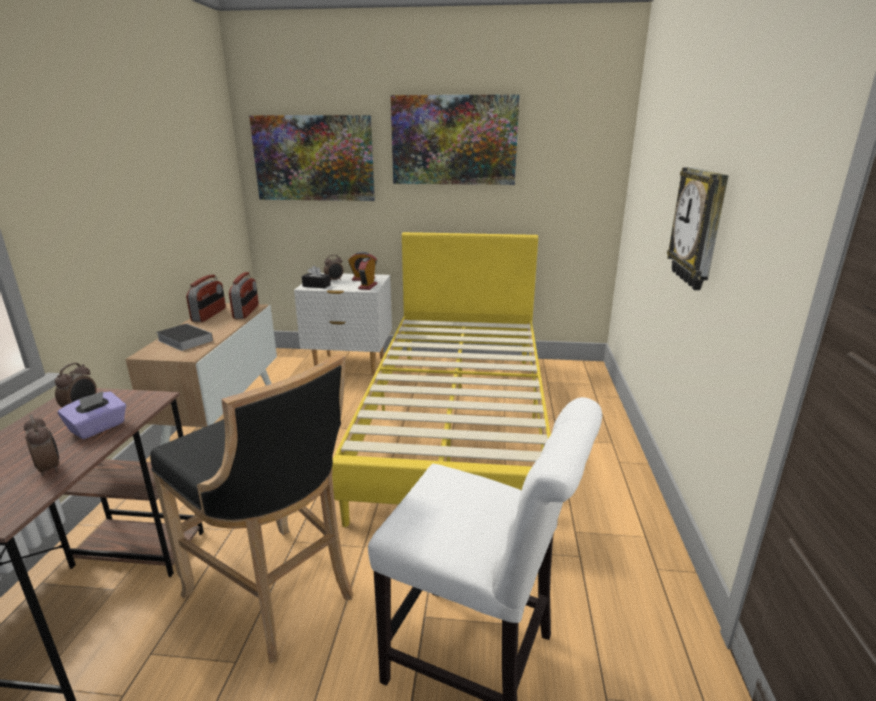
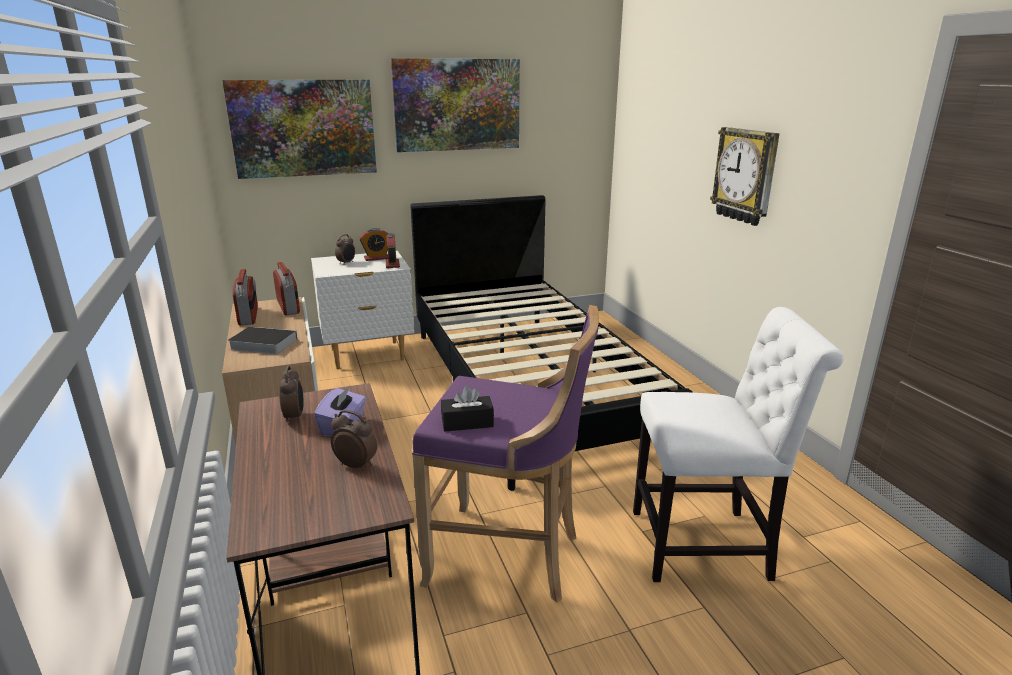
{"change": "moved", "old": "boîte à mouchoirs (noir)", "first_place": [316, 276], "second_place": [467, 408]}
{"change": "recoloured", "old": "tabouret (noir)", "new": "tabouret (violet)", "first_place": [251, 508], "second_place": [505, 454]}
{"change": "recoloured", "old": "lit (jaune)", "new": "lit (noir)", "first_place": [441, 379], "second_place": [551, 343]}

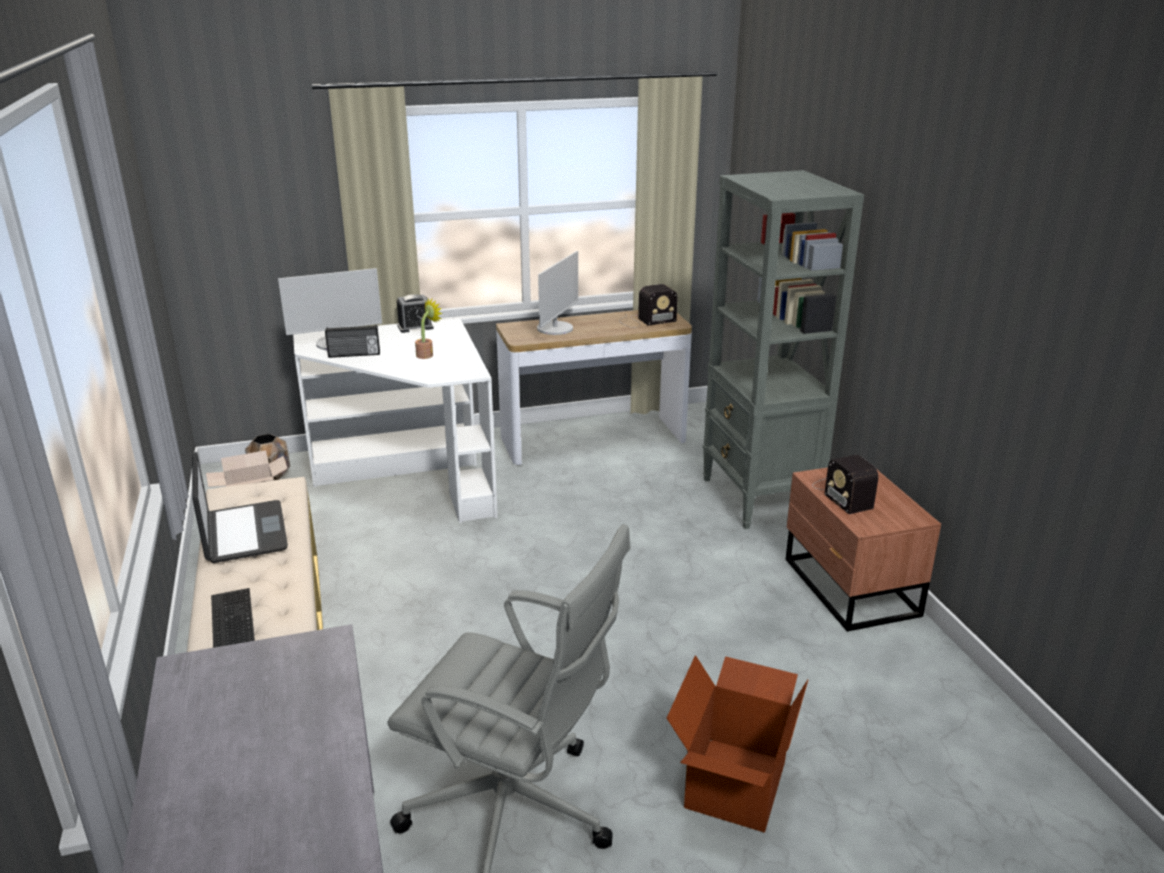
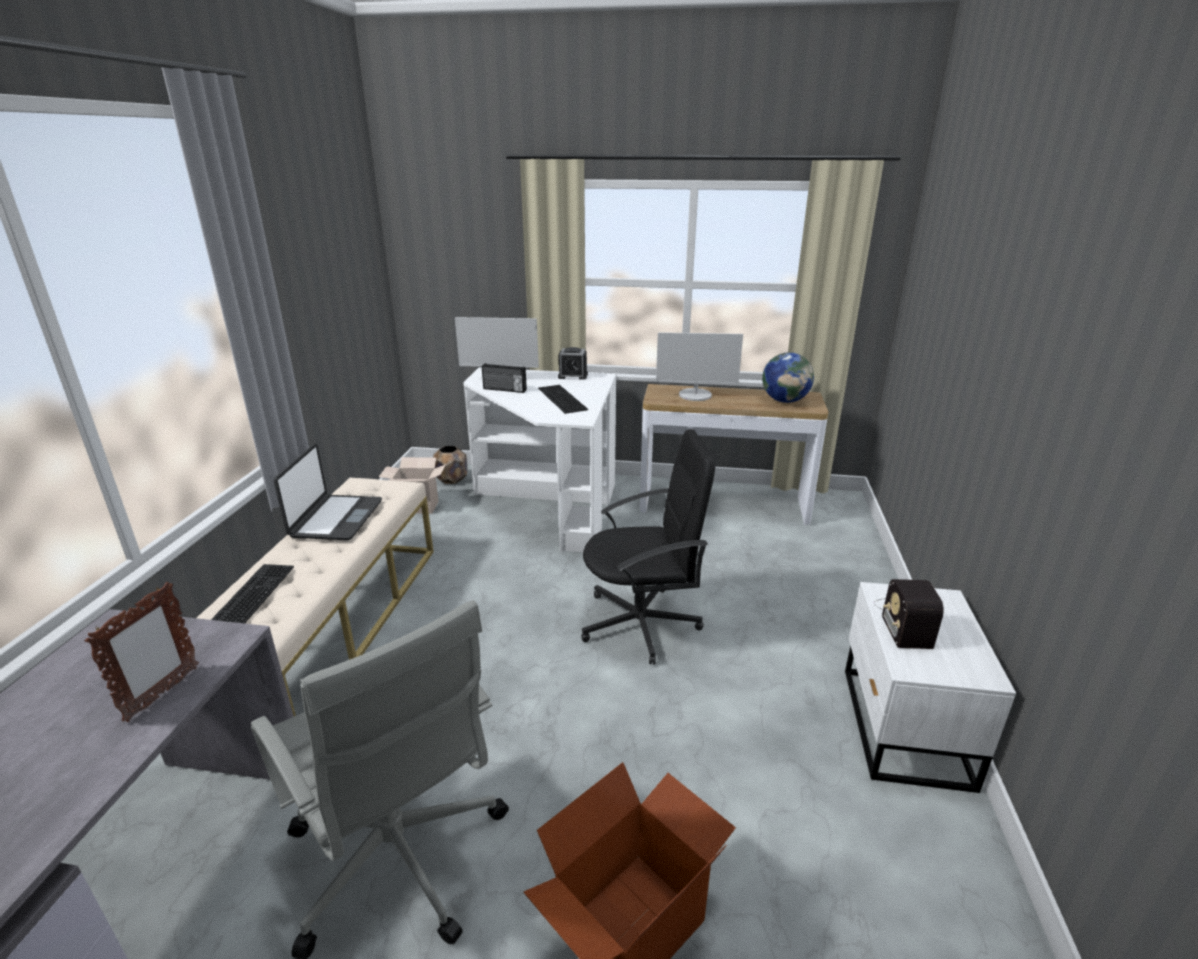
{"change": "removed", "old": "bibliothèque (gris)", "first_place": [783, 349]}
{"change": "added", "new": "cadre photo", "second_place": [142, 652]}
{"change": "added", "new": "chaise de bureau (noir)", "second_place": [648, 547]}
{"change": "replaced", "old": "plante en pot", "new": "clavier", "first_place": [429, 328], "second_place": [563, 399]}
{"change": "replaced", "old": "radio", "new": "globe", "first_place": [648, 306], "second_place": [788, 377]}
{"change": "recoloured", "old": "table de chevet (marron)", "new": "table de chevet (blanc)", "first_place": [863, 549], "second_place": [930, 687]}
{"change": "turned", "old": "écran d'ordinateur", "first_place": [557, 293], "second_place": [699, 366], "degrees": 45}

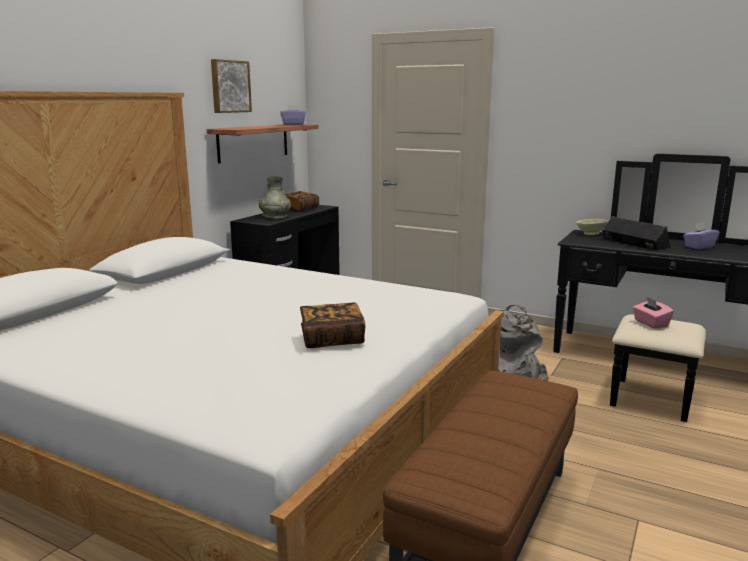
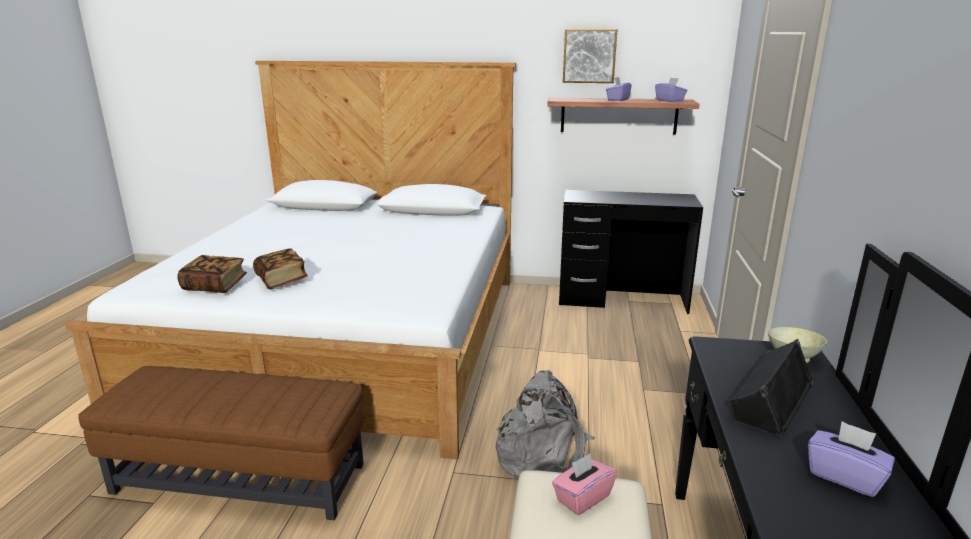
{"change": "removed", "old": "vase (gris)", "first_place": [275, 197]}
{"change": "added", "new": "boîte à mouchoirs (violet)", "second_place": [619, 89]}
{"change": "moved", "old": "livre", "first_place": [302, 201], "second_place": [212, 274]}

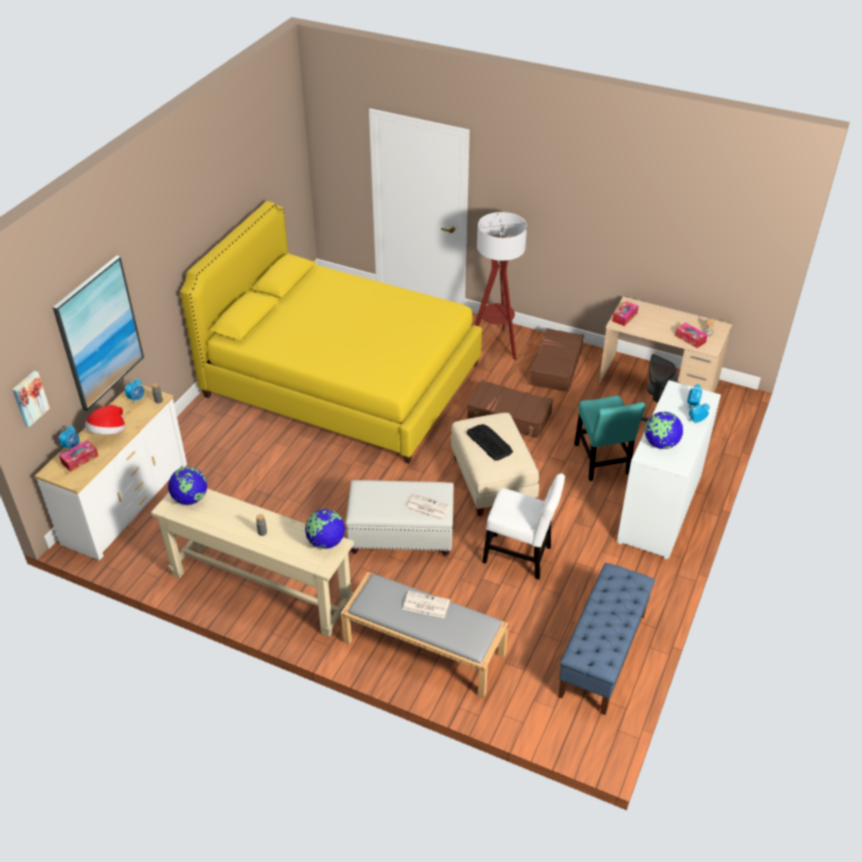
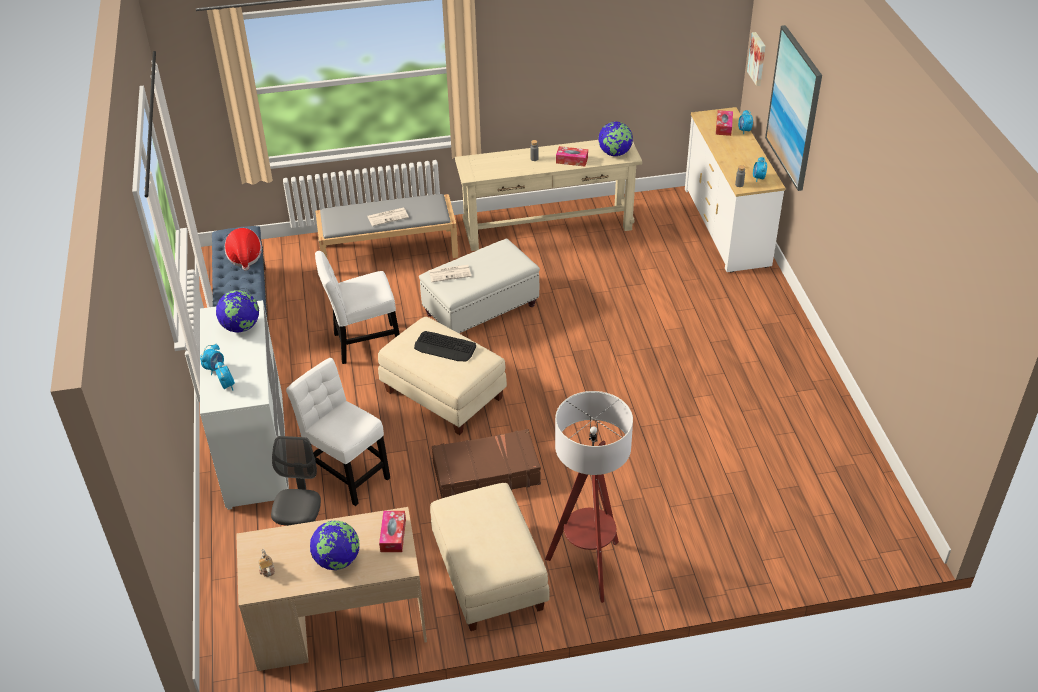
{"change": "removed", "old": "lit (jaune)", "first_place": [331, 332]}
{"change": "moved", "old": "chapeau", "first_place": [105, 420], "second_place": [243, 249]}
{"change": "moved", "old": "globe", "first_place": [325, 529], "second_place": [335, 545]}
{"change": "moved", "old": "boîte à mouchoirs", "first_place": [691, 335], "second_place": [572, 156]}
{"change": "replaced", "old": "valise (marron)", "new": "pouf (beige)", "first_place": [556, 360], "second_place": [490, 557]}
{"change": "recoloured", "old": "chaise (turquoise)", "new": "chaise (blanc)", "first_place": [610, 438], "second_place": [338, 432]}

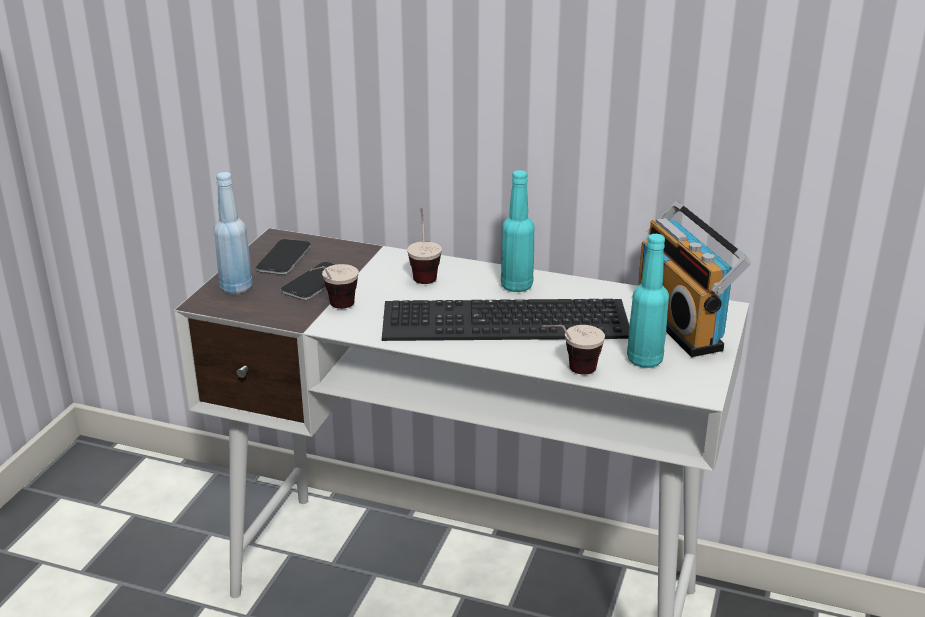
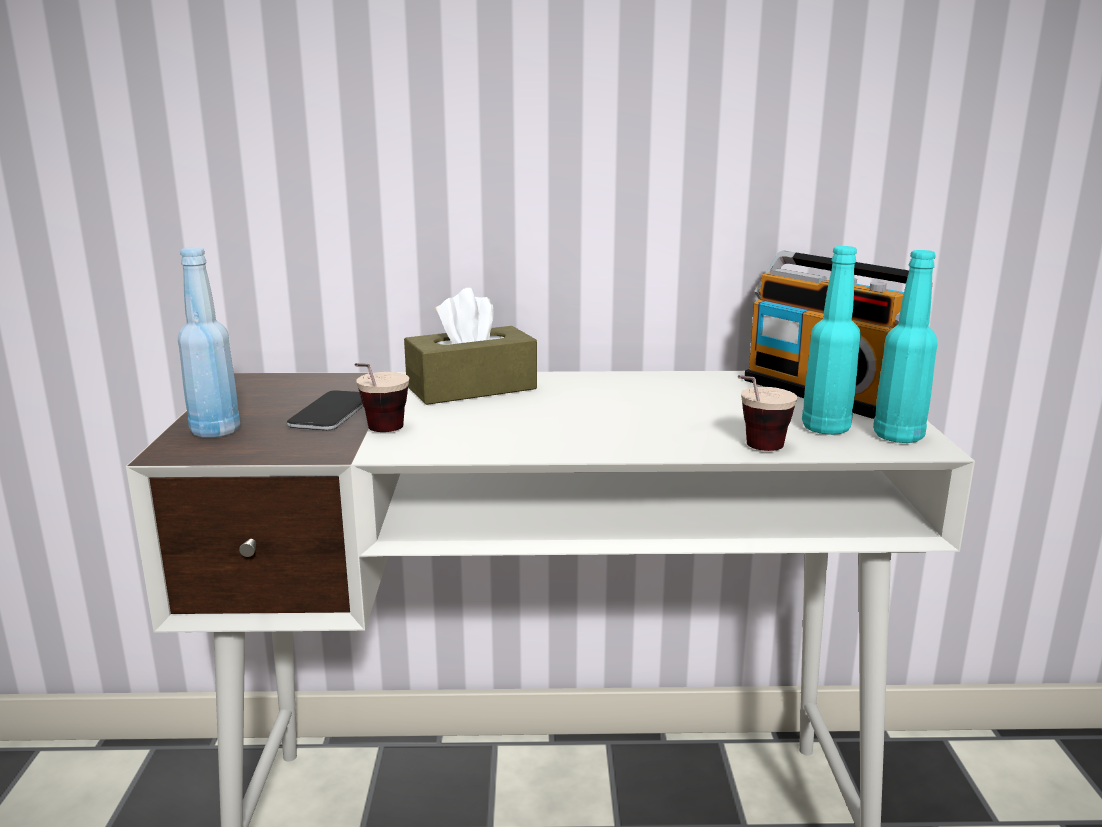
{"change": "removed", "old": "téléphone", "first_place": [283, 257]}
{"change": "removed", "old": "clavier", "first_place": [505, 320]}
{"change": "moved", "old": "bouteille (turquoise)", "first_place": [518, 231], "second_place": [905, 346]}
{"change": "replaced", "old": "tasse", "new": "boîte à mouchoirs (marron)", "first_place": [424, 246], "second_place": [470, 346]}

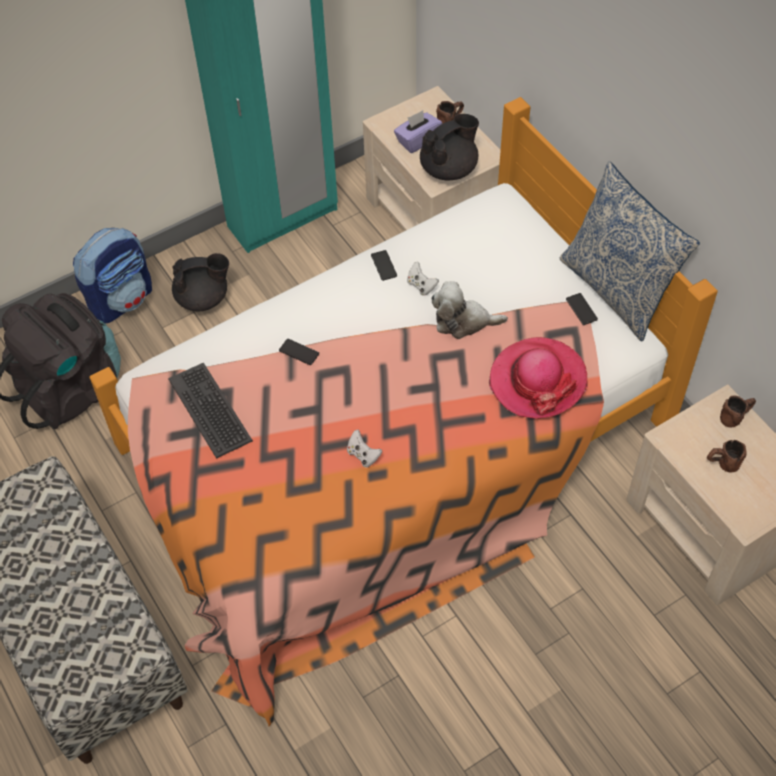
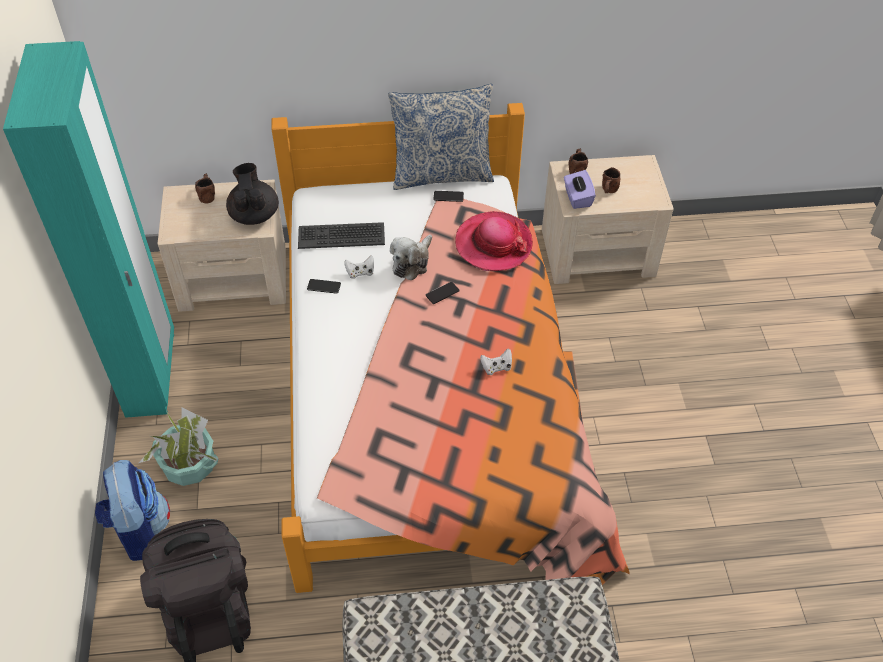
{"change": "moved", "old": "clavier", "first_place": [210, 411], "second_place": [341, 235]}
{"change": "moved", "old": "téléphone", "first_place": [299, 351], "second_place": [443, 293]}
{"change": "moved", "old": "boîte à mouchoirs (violet)", "first_place": [418, 131], "second_place": [580, 189]}
{"change": "replaced", "old": "théière (noir)", "new": "plante en pot", "first_place": [200, 282], "second_place": [178, 446]}

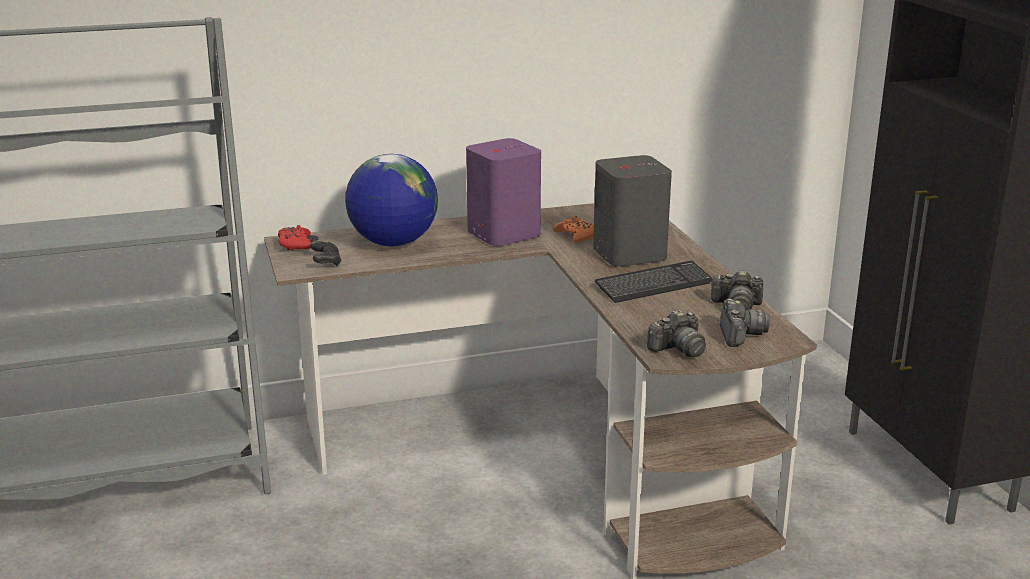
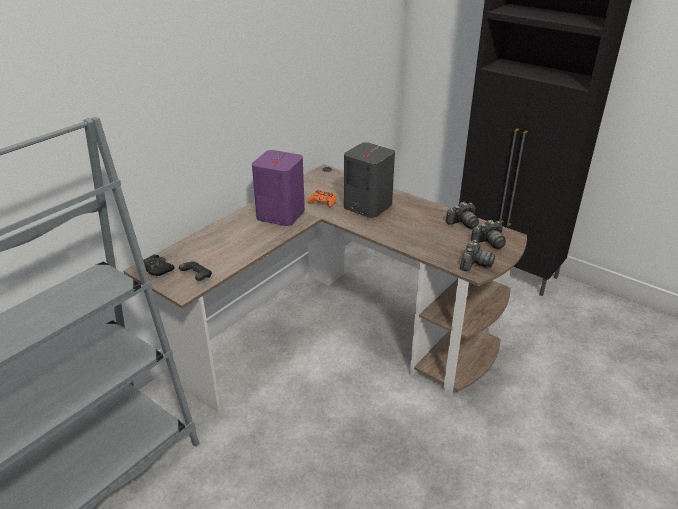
{"change": "removed", "old": "globe", "first_place": [391, 200]}
{"change": "removed", "old": "clavier", "first_place": [654, 282]}
{"change": "recoloured", "old": "manette (rouge)", "new": "manette (noir)", "first_place": [294, 238], "second_place": [159, 265]}
{"change": "turned", "old": "appareil photo", "first_place": [745, 322], "second_place": [488, 234], "degrees": 105}

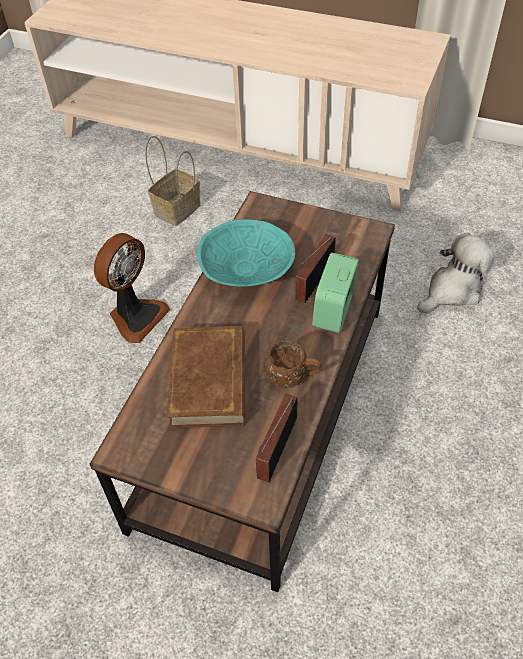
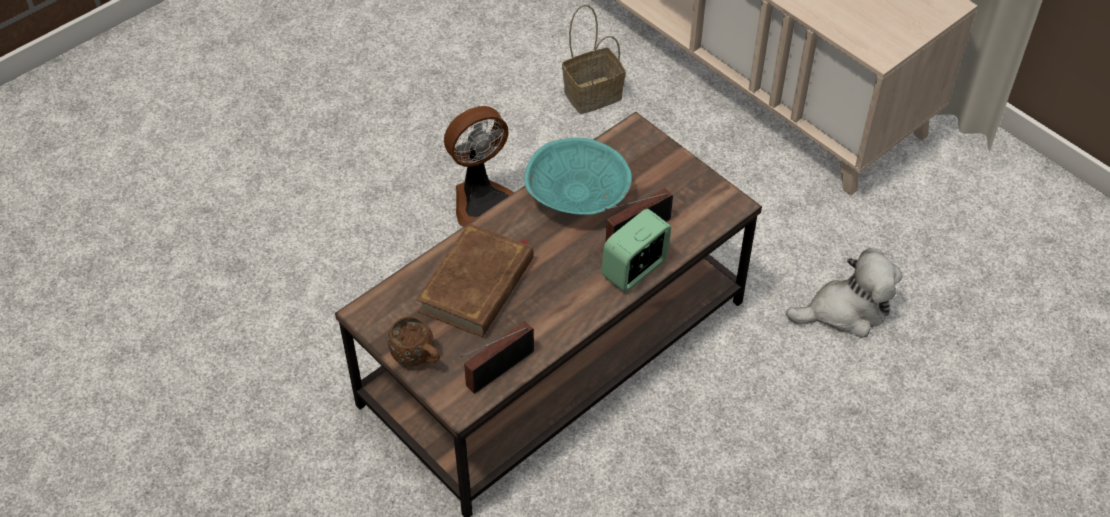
{"change": "moved", "old": "mug (marron)", "first_place": [293, 364], "second_place": [414, 341]}

